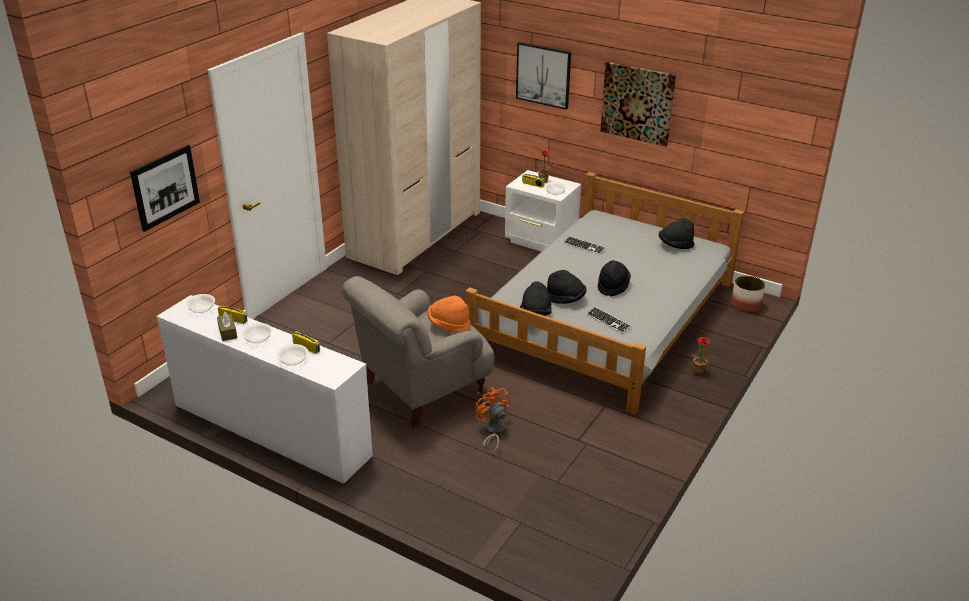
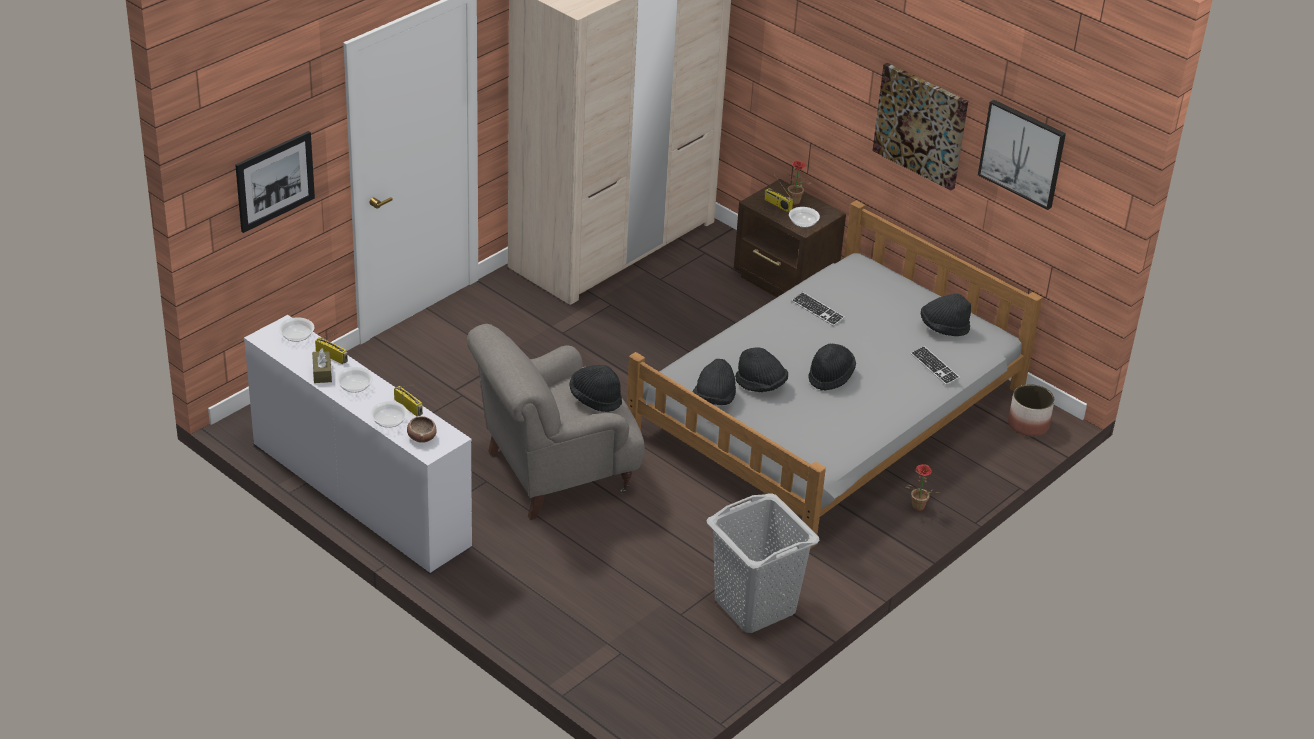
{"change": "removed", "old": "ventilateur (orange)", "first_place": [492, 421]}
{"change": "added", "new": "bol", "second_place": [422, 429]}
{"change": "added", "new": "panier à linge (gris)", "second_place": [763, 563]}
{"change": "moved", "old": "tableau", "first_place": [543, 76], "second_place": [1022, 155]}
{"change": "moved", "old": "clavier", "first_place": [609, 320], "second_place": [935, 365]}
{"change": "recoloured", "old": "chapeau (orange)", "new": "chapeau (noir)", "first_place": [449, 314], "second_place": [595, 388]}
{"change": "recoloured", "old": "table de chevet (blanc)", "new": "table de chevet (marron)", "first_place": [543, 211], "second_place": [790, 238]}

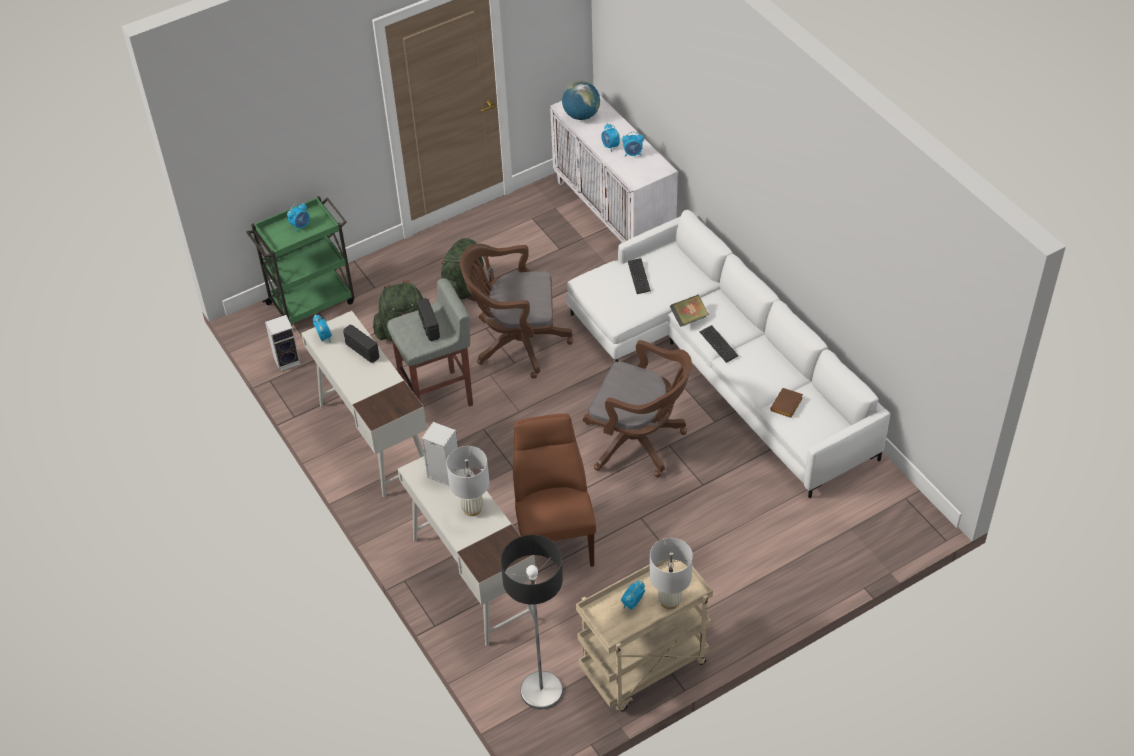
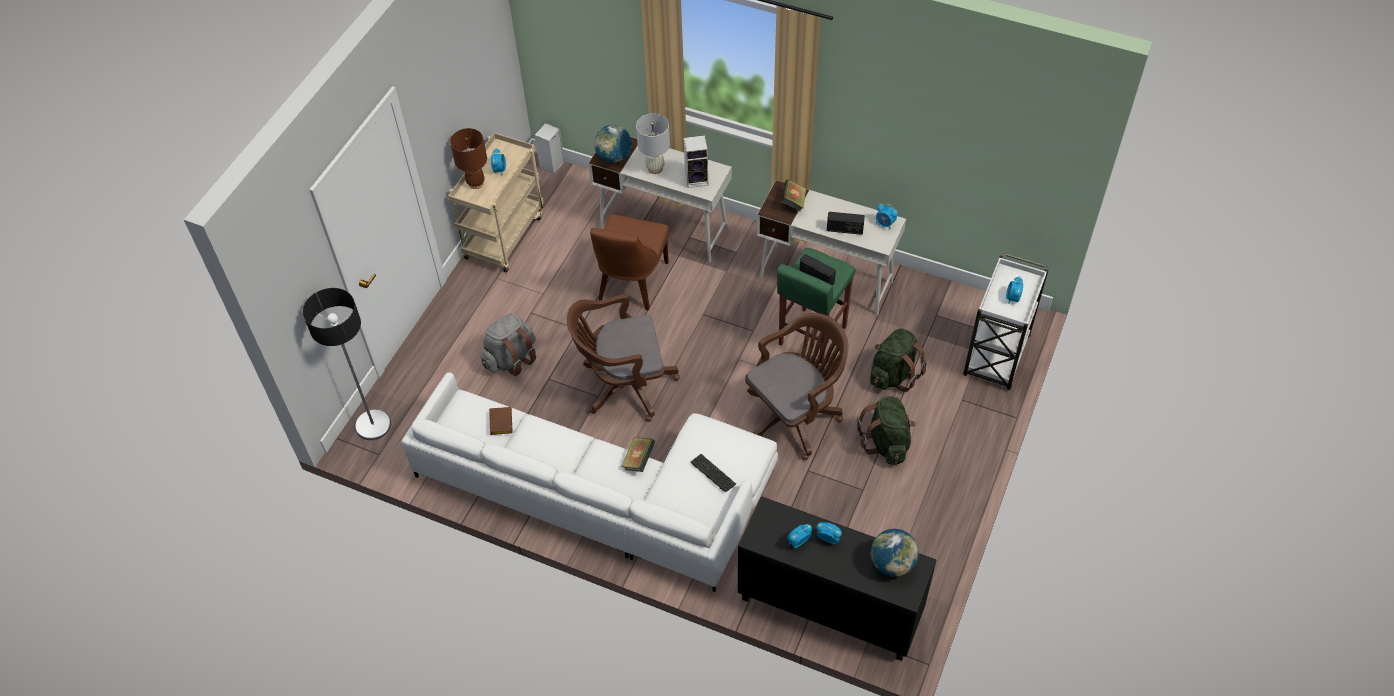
{"change": "removed", "old": "clavier", "first_place": [719, 344]}
{"change": "added", "new": "sac à dos (gris)", "second_place": [508, 344]}
{"change": "added", "new": "globe", "second_place": [613, 144]}
{"change": "added", "new": "livre", "second_place": [793, 195]}
{"change": "moved", "old": "enceinte", "first_place": [283, 343], "second_place": [549, 148]}
{"change": "moved", "old": "lampadaire", "first_place": [532, 622], "second_place": [347, 364]}
{"change": "recoloured", "old": "chariot (vert)", "new": "chariot (blanc)", "first_place": [300, 261], "second_place": [1005, 321]}
{"change": "recoloured", "old": "tabouret (gris)", "new": "tabouret (vert)", "first_place": [430, 342], "second_place": [816, 306]}
{"change": "recoloured", "old": "meuble de rangement (blanc)", "new": "meuble de rangement (noir)", "first_place": [614, 168], "second_place": [837, 578]}
{"change": "recoloured", "old": "lampe de table (blanc)", "new": "lampe de table (marron)", "first_place": [671, 573], "second_place": [468, 158]}
{"change": "turned", "old": "chaise (marron)", "first_place": [554, 490], "second_place": [629, 262], "degrees": 60}

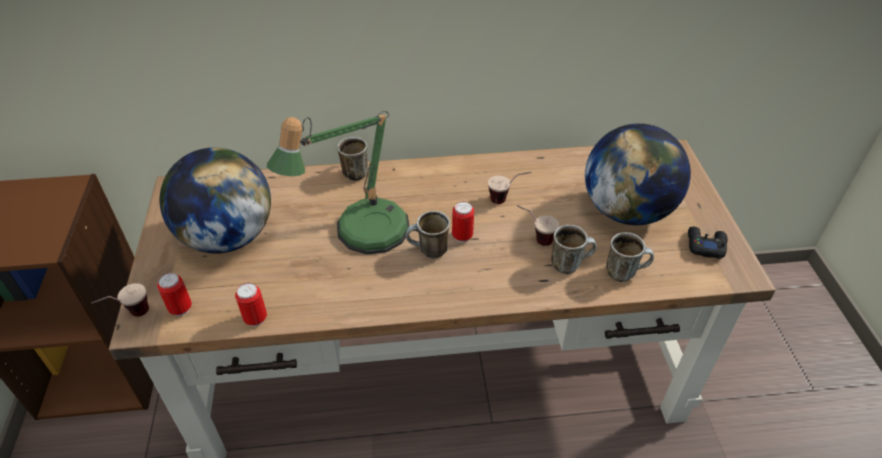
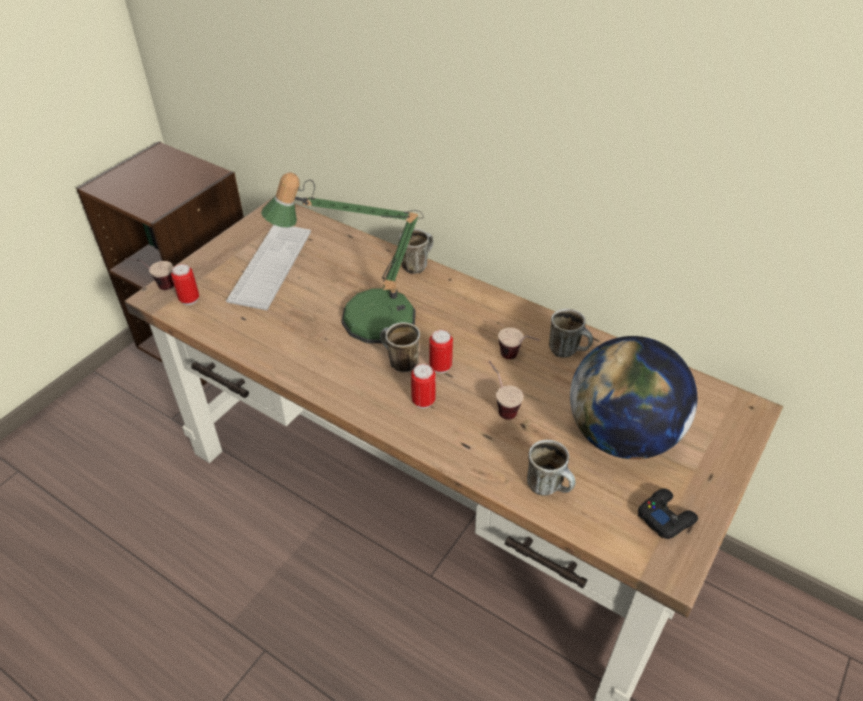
{"change": "moved", "old": "boîte métallique", "first_place": [251, 304], "second_place": [423, 386]}
{"change": "moved", "old": "mug", "first_place": [574, 249], "second_place": [571, 333]}
{"change": "replaced", "old": "globe", "new": "clavier", "first_place": [215, 201], "second_place": [268, 267]}

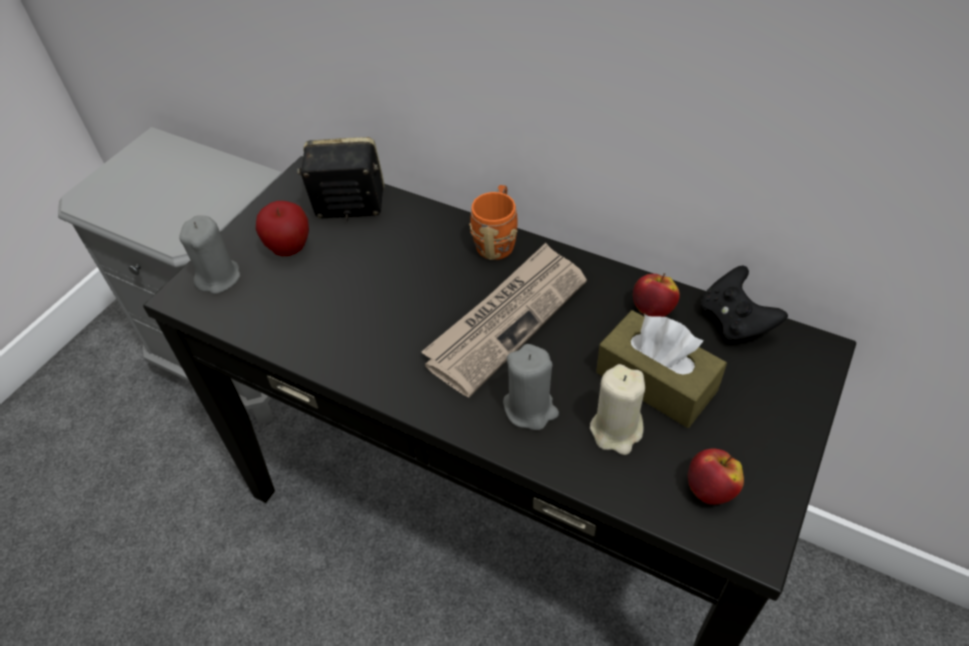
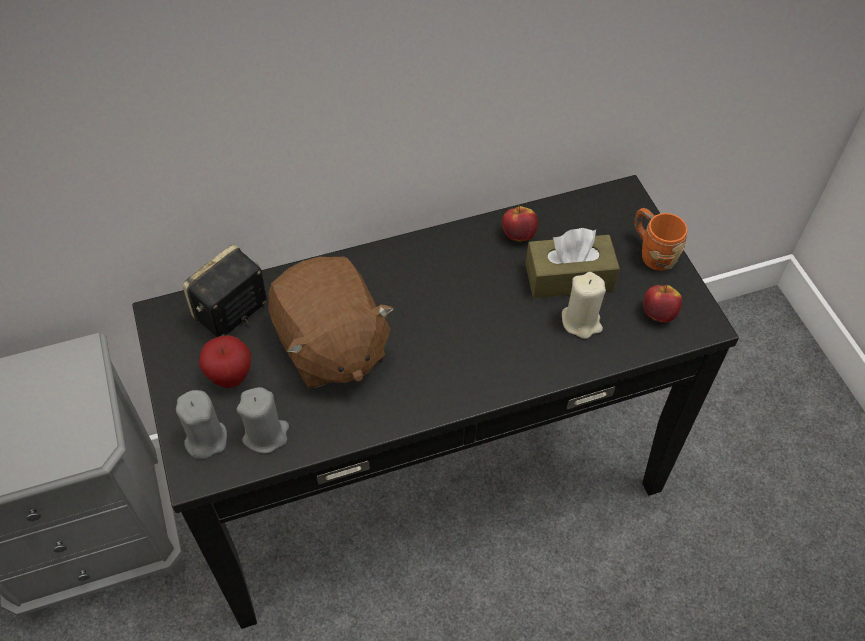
{"change": "removed", "old": "journal", "first_place": [504, 320]}
{"change": "removed", "old": "manette (noir)", "first_place": [744, 304]}
{"change": "added", "new": "peluche (marron)", "second_place": [331, 322]}
{"change": "moved", "old": "mug (orange)", "first_place": [493, 222], "second_place": [660, 239]}
{"change": "moved", "old": "bougie (gris)", "first_place": [531, 387], "second_place": [263, 420]}

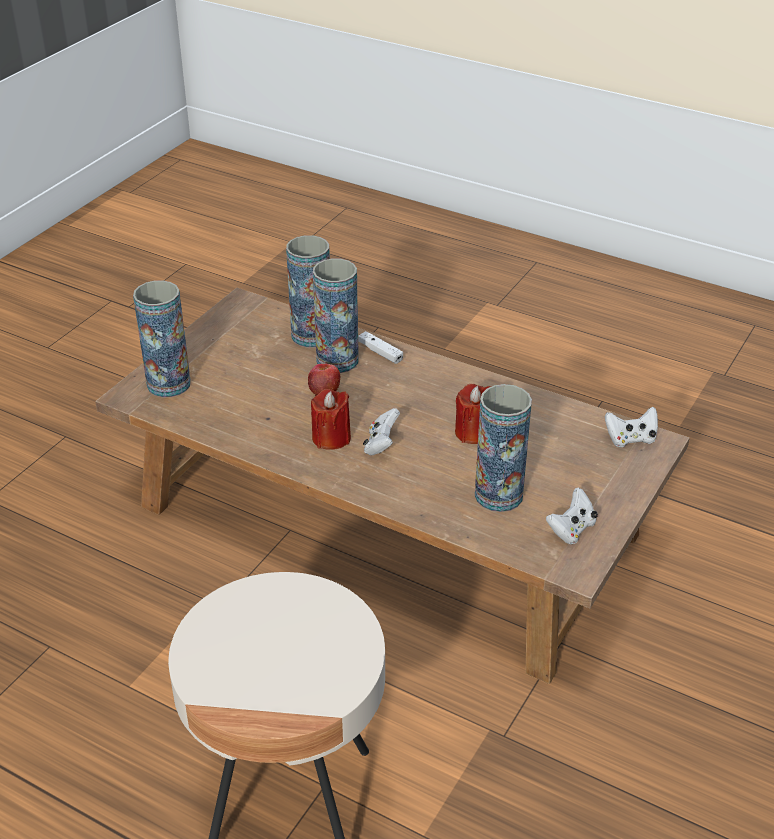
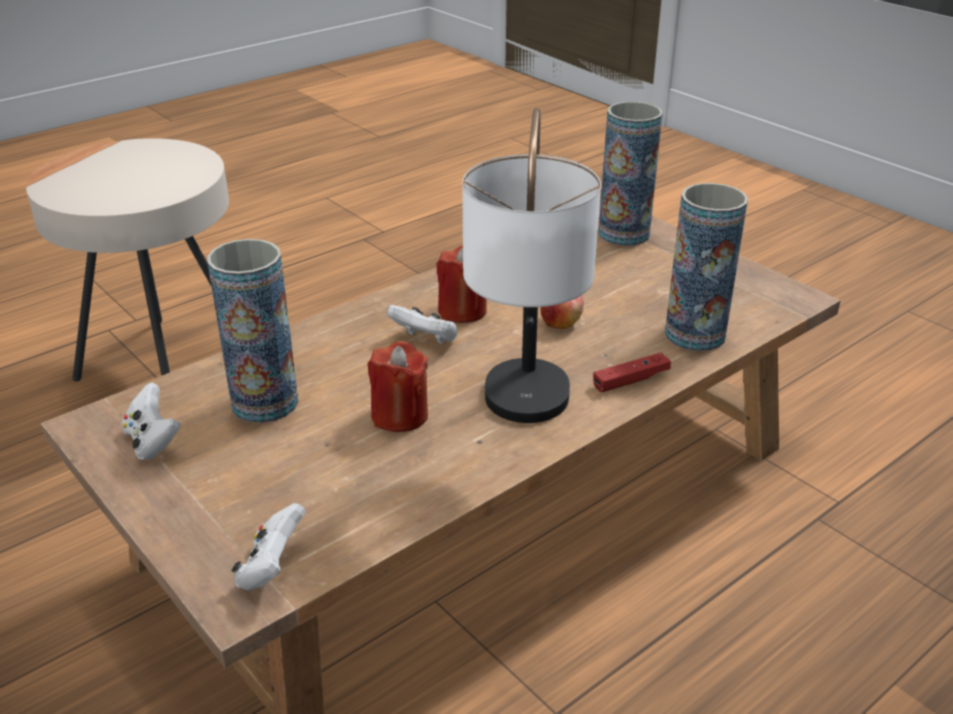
{"change": "removed", "old": "vase", "first_place": [336, 315]}
{"change": "added", "new": "lampe de table", "second_place": [531, 265]}
{"change": "recoloured", "old": "manette (blanc)", "new": "manette (rouge)", "first_place": [380, 347], "second_place": [632, 372]}

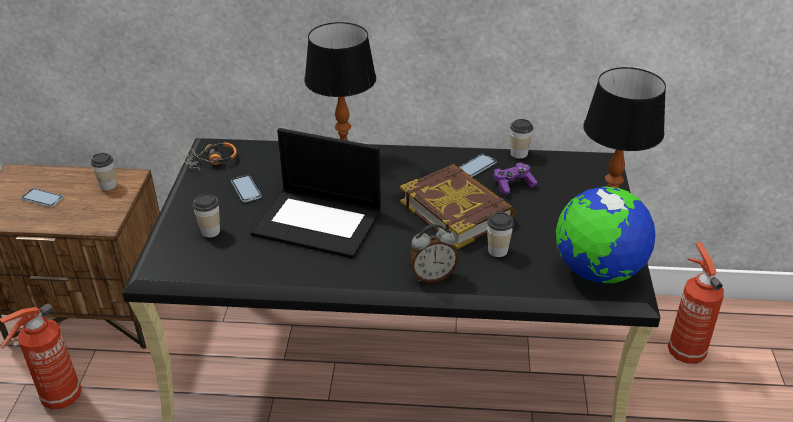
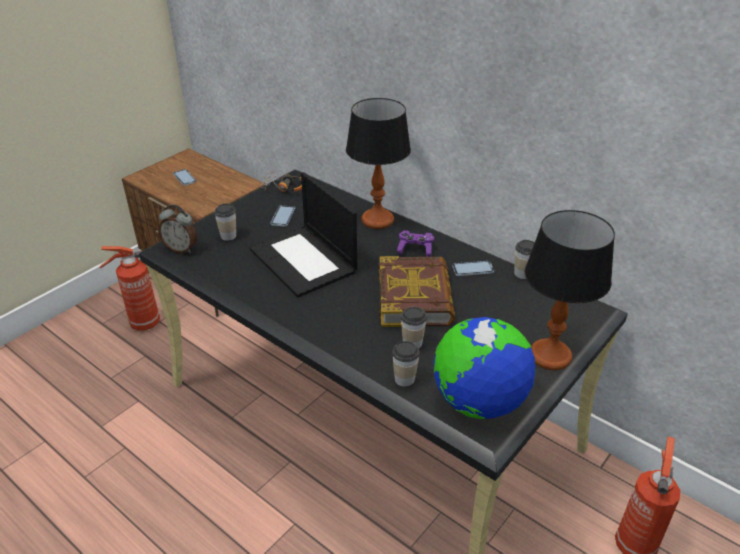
{"change": "moved", "old": "tasse", "first_place": [104, 172], "second_place": [406, 364]}
{"change": "moved", "old": "réveil", "first_place": [434, 253], "second_place": [177, 229]}
{"change": "moved", "old": "manette (violet)", "first_place": [515, 179], "second_place": [415, 243]}

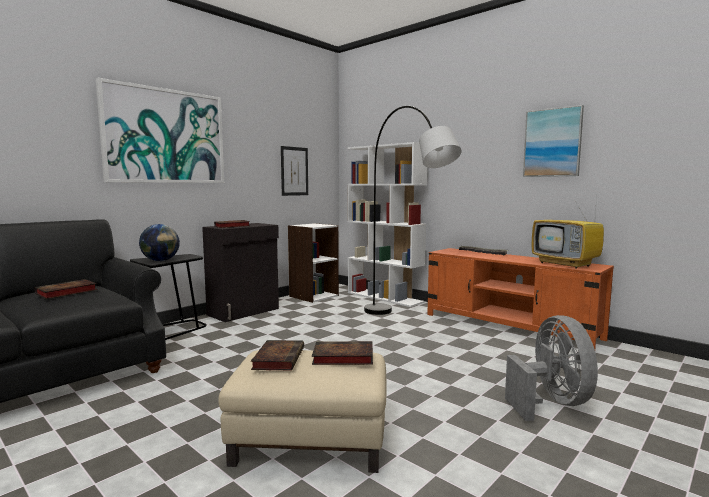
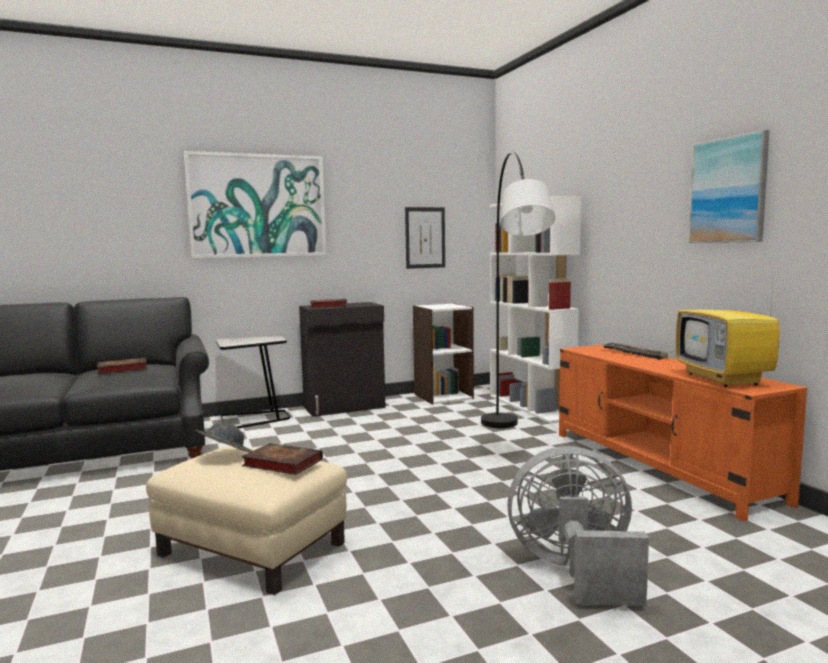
{"change": "removed", "old": "globe", "first_place": [159, 242]}
{"change": "replaced", "old": "livre", "new": "chapeau (gris)", "first_place": [277, 355], "second_place": [224, 437]}
{"change": "turned", "old": "ventilateur (gris)", "first_place": [551, 368], "second_place": [578, 526], "degrees": -105}

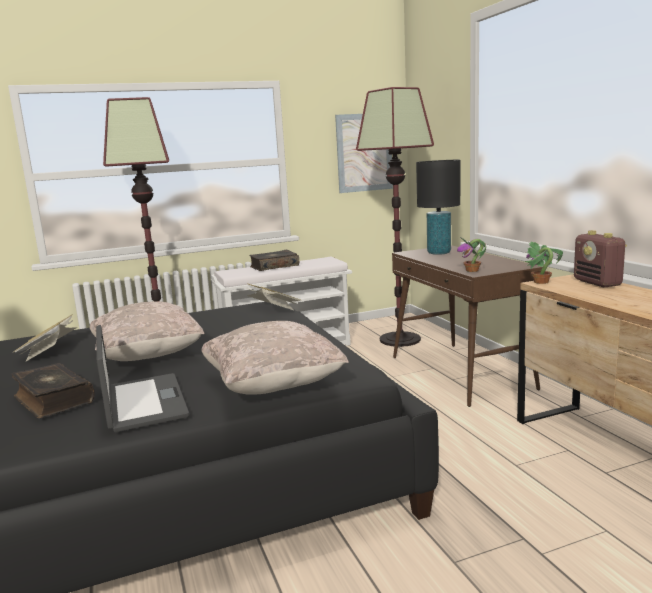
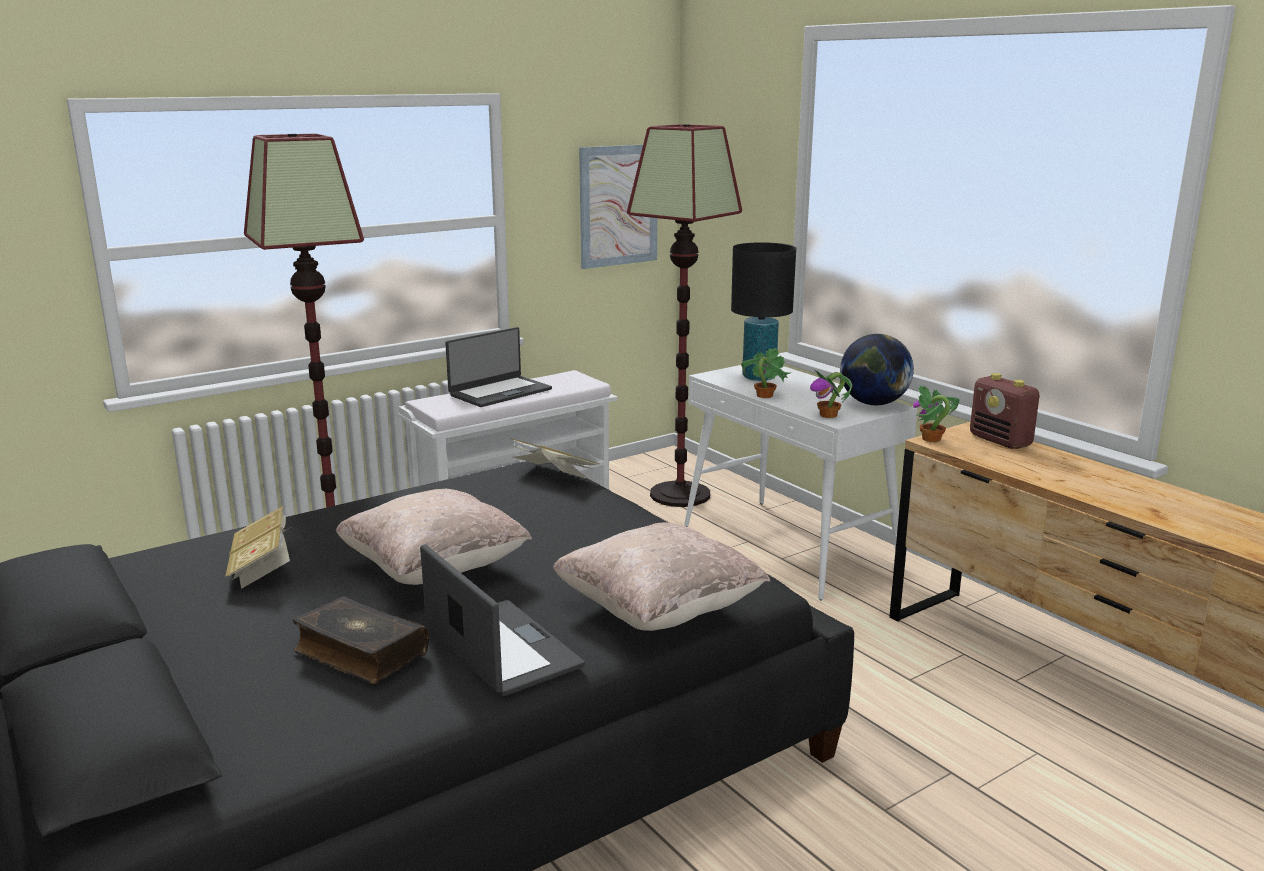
{"change": "added", "new": "plante en pot", "second_place": [766, 373]}
{"change": "added", "new": "globe", "second_place": [877, 369]}
{"change": "replaced", "old": "livre", "new": "ordinateur portable", "first_place": [274, 260], "second_place": [498, 367]}
{"change": "recoloured", "old": "table console (marron)", "new": "table console (blanc)", "first_place": [467, 326], "second_place": [801, 482]}

